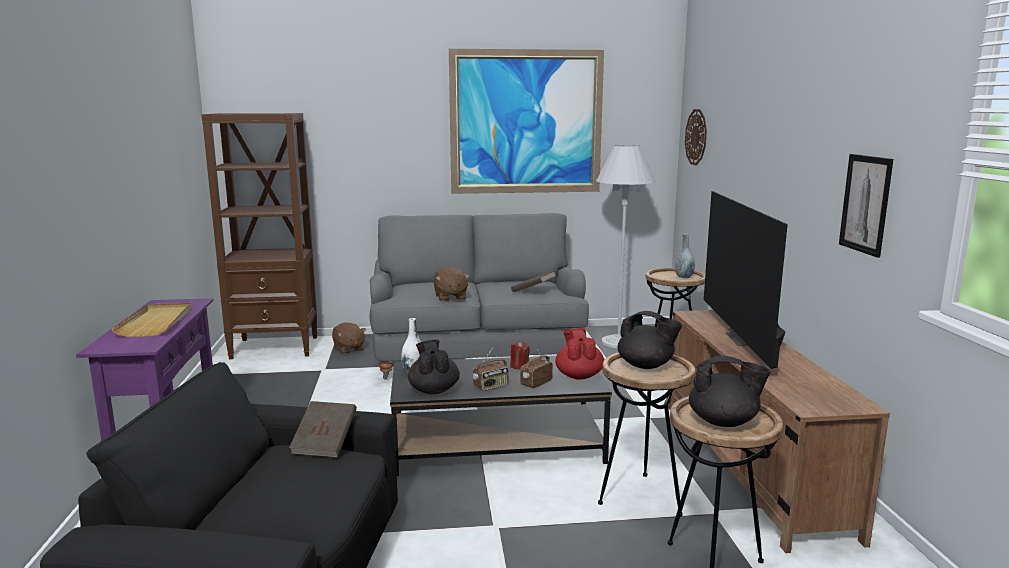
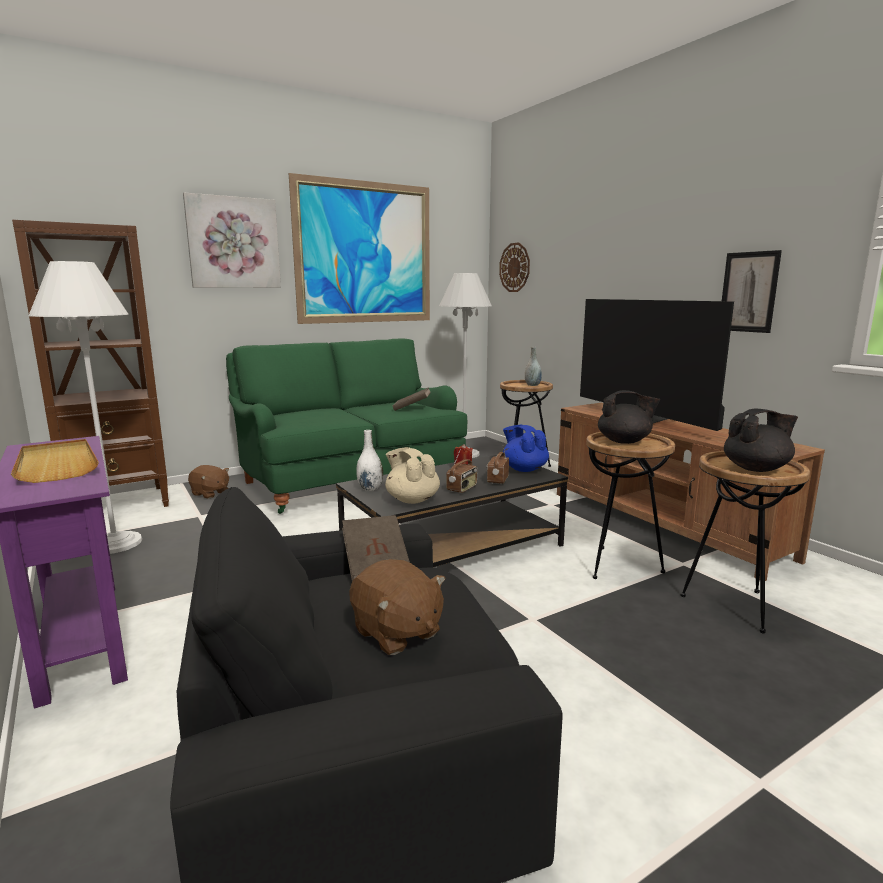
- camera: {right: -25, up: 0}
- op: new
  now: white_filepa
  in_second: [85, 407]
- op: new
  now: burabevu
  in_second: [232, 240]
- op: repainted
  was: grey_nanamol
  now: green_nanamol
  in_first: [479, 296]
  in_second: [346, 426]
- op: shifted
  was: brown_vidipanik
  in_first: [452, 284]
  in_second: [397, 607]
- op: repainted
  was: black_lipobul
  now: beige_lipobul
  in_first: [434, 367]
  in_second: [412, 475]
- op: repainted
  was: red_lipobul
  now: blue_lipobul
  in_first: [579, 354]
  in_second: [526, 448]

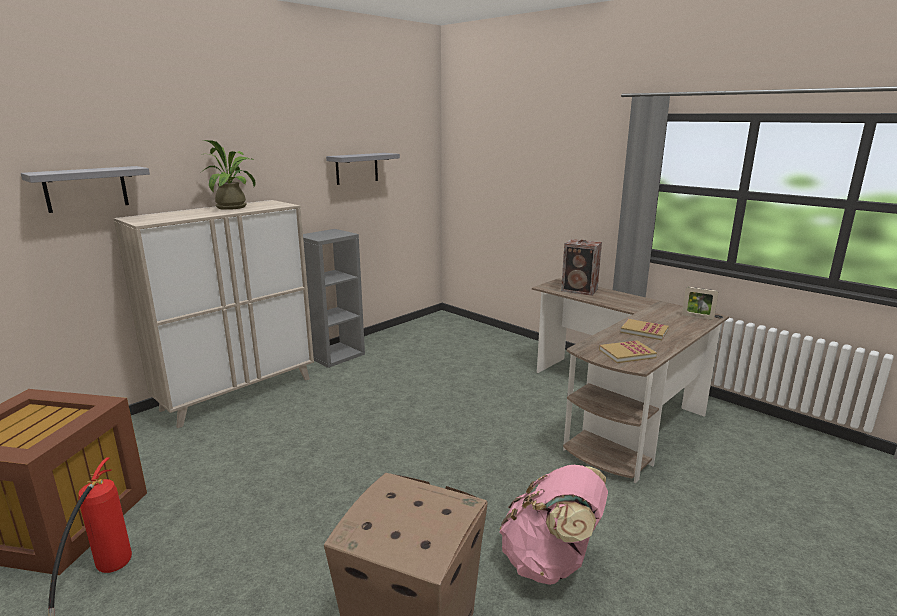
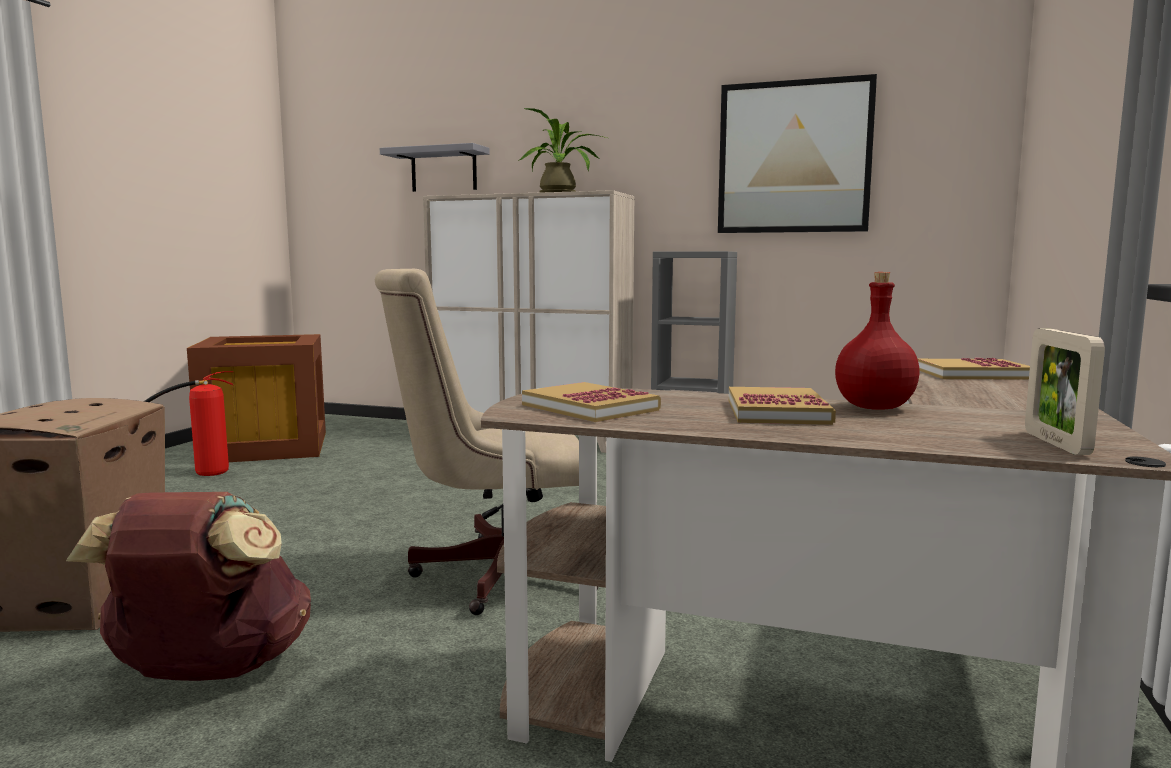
- camera: {right: 65, up: -10}
- op: repainted
  was: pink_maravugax
  now: brown_maravugax
  in_first: [553, 525]
  in_second: [188, 586]
- op: new
  now: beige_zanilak
  in_second: [486, 442]
- op: swapped
  was: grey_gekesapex
  now: burabevu
  in_first: [363, 169]
  in_second: [797, 153]
- op: new
  now: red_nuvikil
  in_second: [877, 340]
- op: swapped
  was: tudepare
  now: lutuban
  in_first: [581, 267]
  in_second: [974, 369]

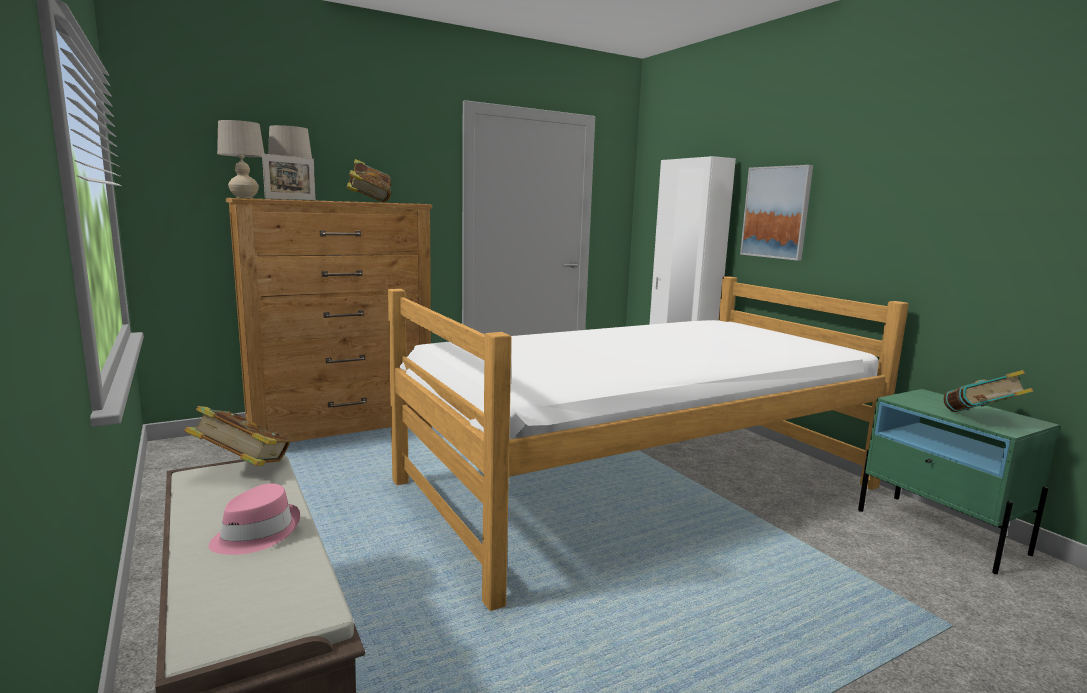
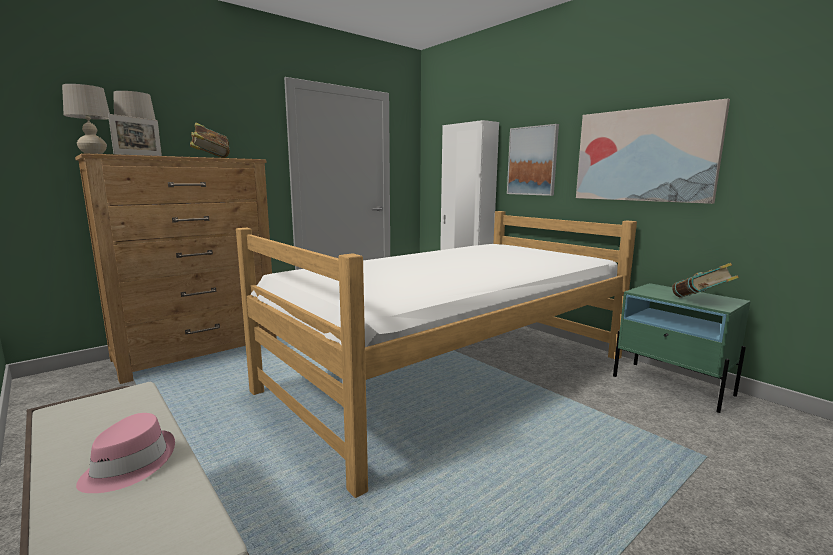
- camera: {right: -10, up: 0}
- op: new
  now: burabevu
  in_second: [653, 151]
- op: gone
  was: lutuban
  in_first: [237, 436]

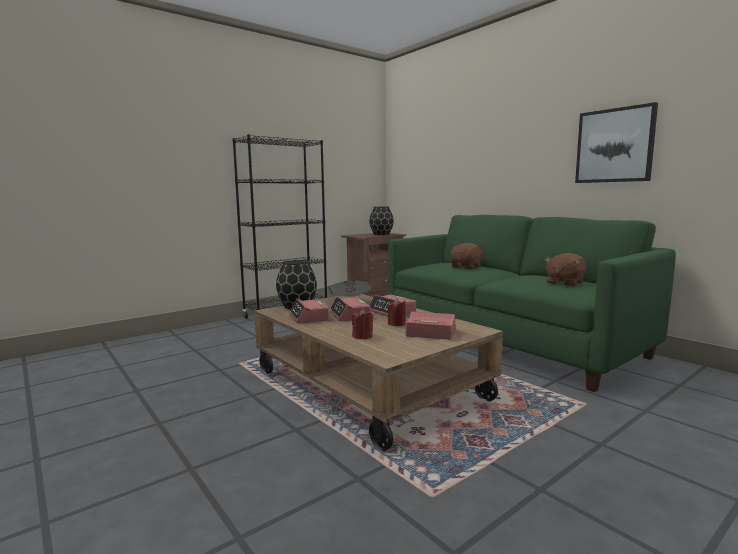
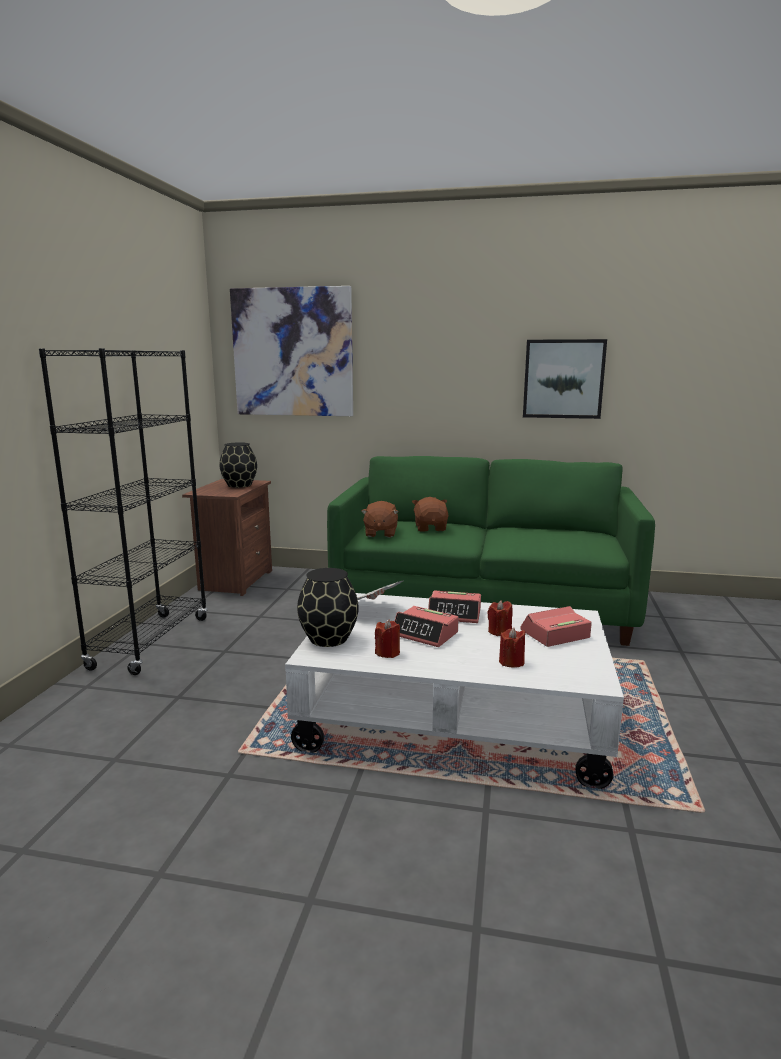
- camera: {right: -40, up: 5}
- op: new
  now: burabevu
  in_second: [291, 351]
- op: repainted
  was: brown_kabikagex
  now: white_kabikagex
  in_first: [378, 372]
  in_second: [454, 691]
- op: shifted
  was: brown_vidipanik
  in_first: [565, 270]
  in_second: [380, 519]
- op: swapped
  was: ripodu
  now: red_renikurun
  in_first: [309, 311]
  in_second: [387, 639]

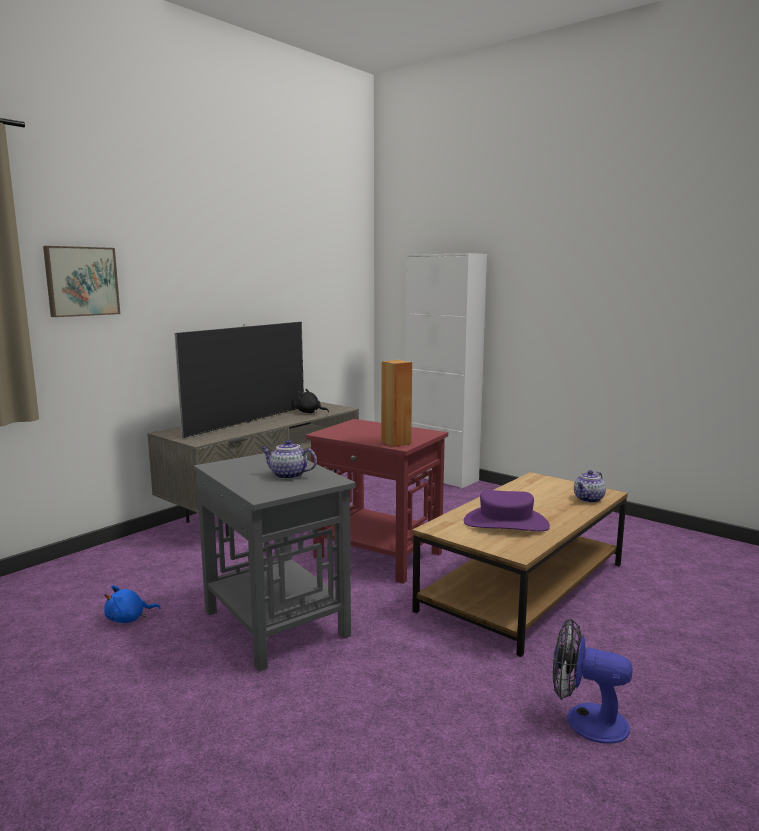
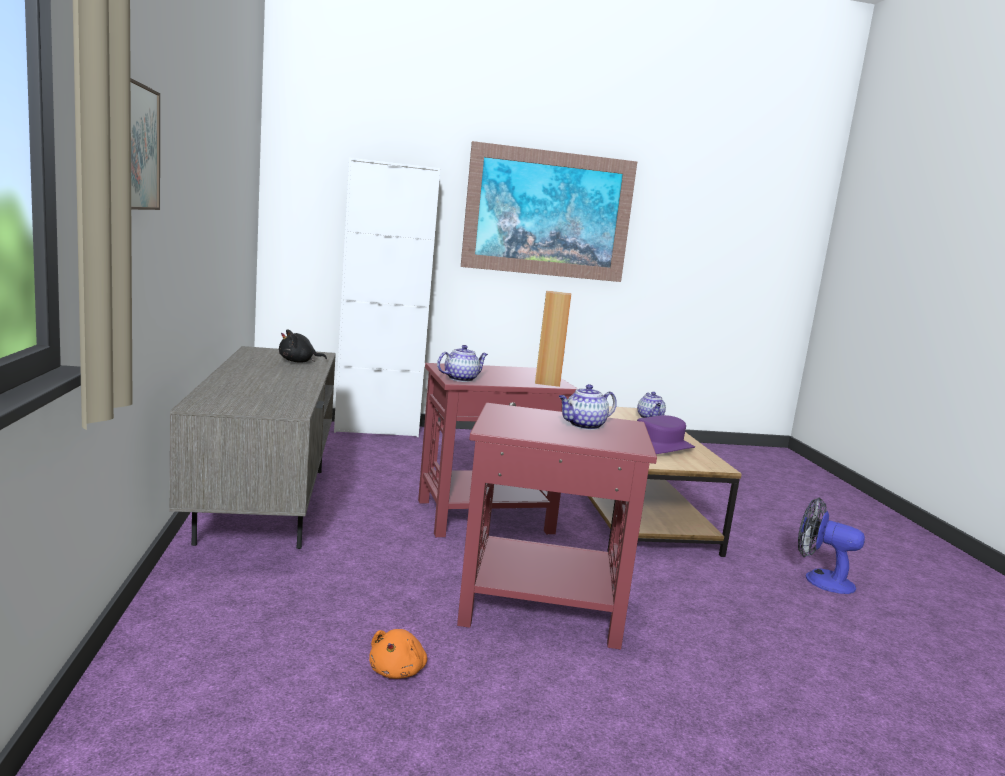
- camera: {right: -50, up: 0}
- op: repainted
  was: blue_vidipanik
  now: orange_vidipanik
  in_first: [132, 604]
  in_second: [398, 654]
- op: new
  now: lipobul
  in_second: [462, 363]
- op: repainted
  was: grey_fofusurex
  now: red_fofusurex
  in_first: [274, 562]
  in_second: [557, 526]
- op: new
  now: burabevu
  in_second: [549, 211]
- op: rotated
  was: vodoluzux
  in_first: [593, 681]
  in_second: [831, 545]
  clockwise: 60
- op: gone
  was: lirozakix
  in_first: [239, 380]

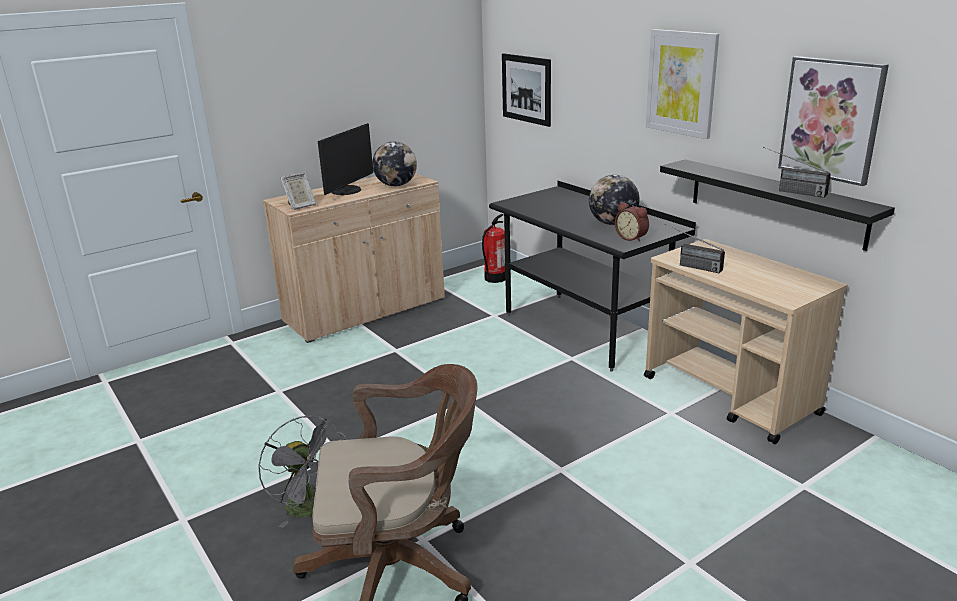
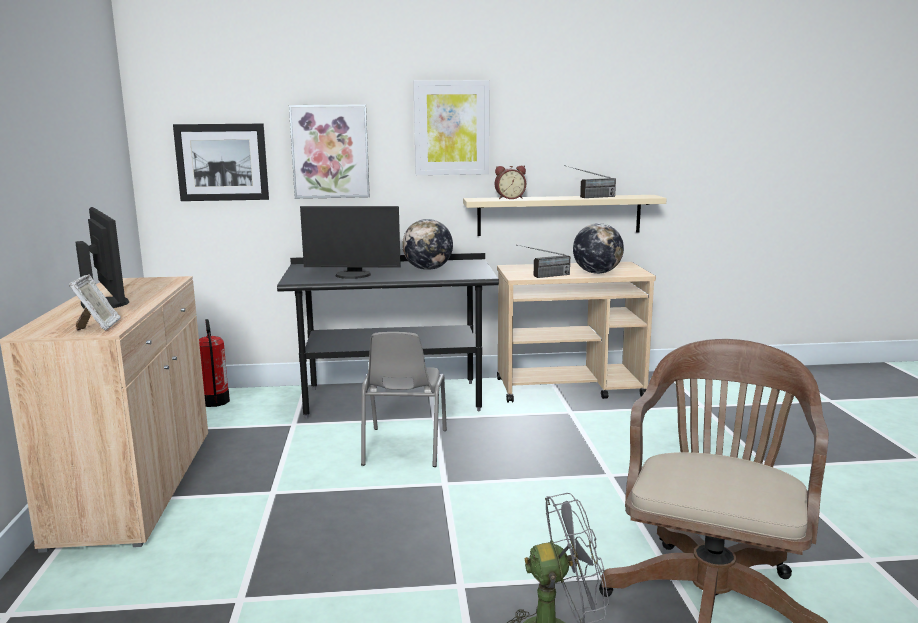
- camera: {right: -60, up: -10}
- op: shifted
  was: burabevu
  in_first: [833, 121]
  in_second: [329, 151]
- op: new
  now: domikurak
  in_second: [350, 242]
- op: new
  now: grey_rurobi
  in_second: [404, 399]
- op: repainted
  was: black_gekesapex
  now: beige_gekesapex
  in_first: [777, 205]
  in_second: [565, 215]
- op: shifted
  was: ripodu
  in_first: [632, 222]
  in_second: [510, 182]
- op: shifted
  was: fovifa
  in_first: [394, 163]
  in_second: [598, 248]

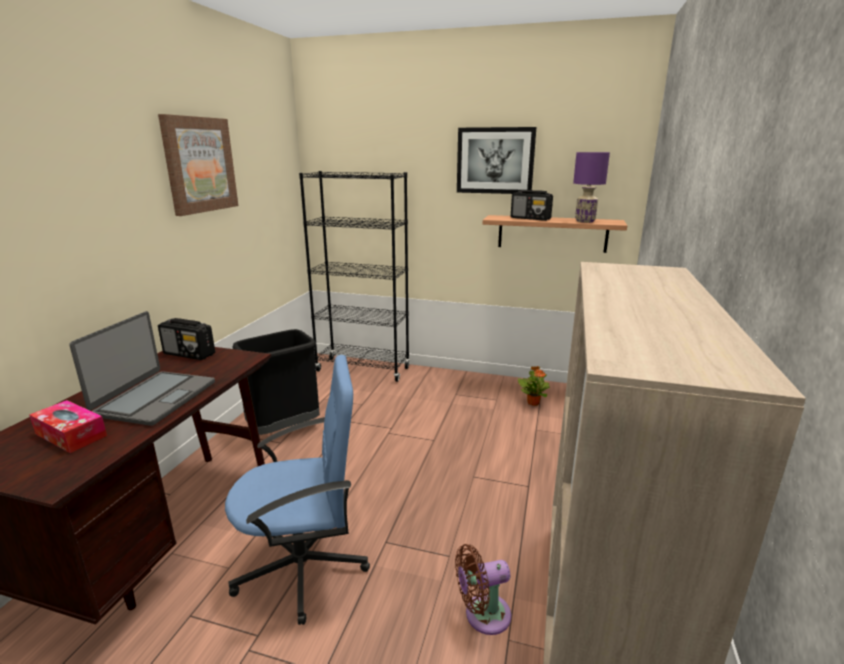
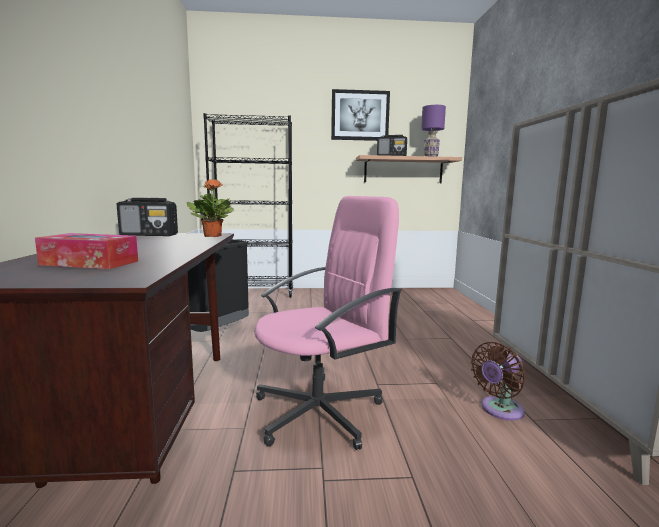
- camera: {right: -20, up: -10}
- op: shifted
  was: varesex
  in_first: [534, 386]
  in_second: [210, 208]
- op: repainted
  was: blue_zanilak
  now: pink_zanilak
  in_first: [297, 490]
  in_second: [328, 323]
- op: gone
  was: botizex
  in_first: [142, 368]
- op: gone
  was: burabevu
  in_first: [198, 165]

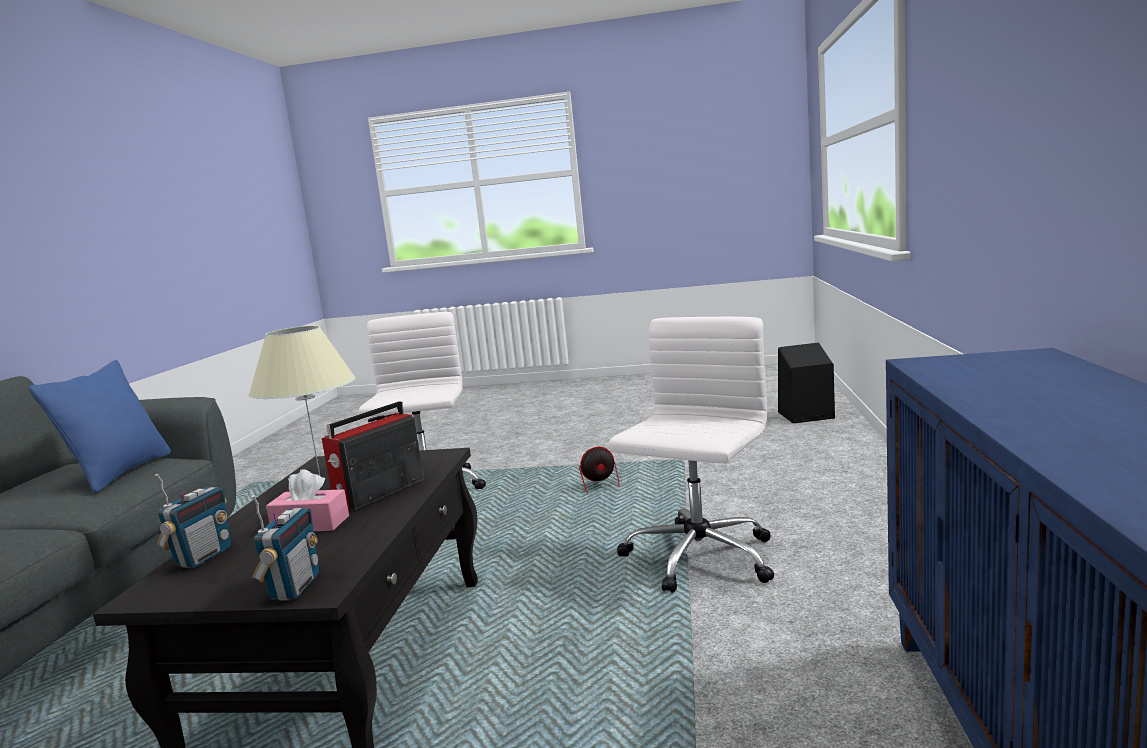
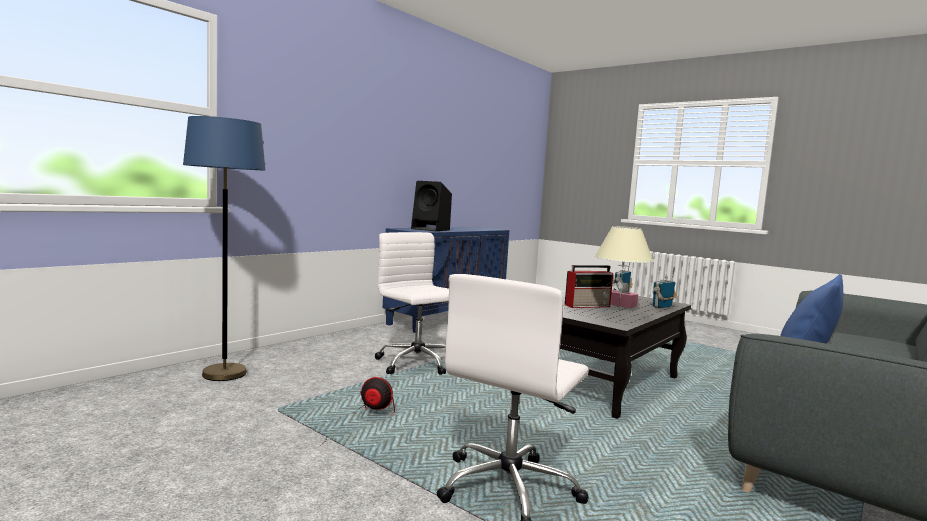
- camera: {right: -150, up: -5}
- op: new
  now: blue_filepa
  in_second: [224, 248]
- op: rotated
  was: white_zanilak
  in_first: [691, 455]
  in_second: [412, 303]
  clockwise: 75
- op: shifted
  was: black_tudepare
  in_first: [806, 383]
  in_second: [431, 206]

